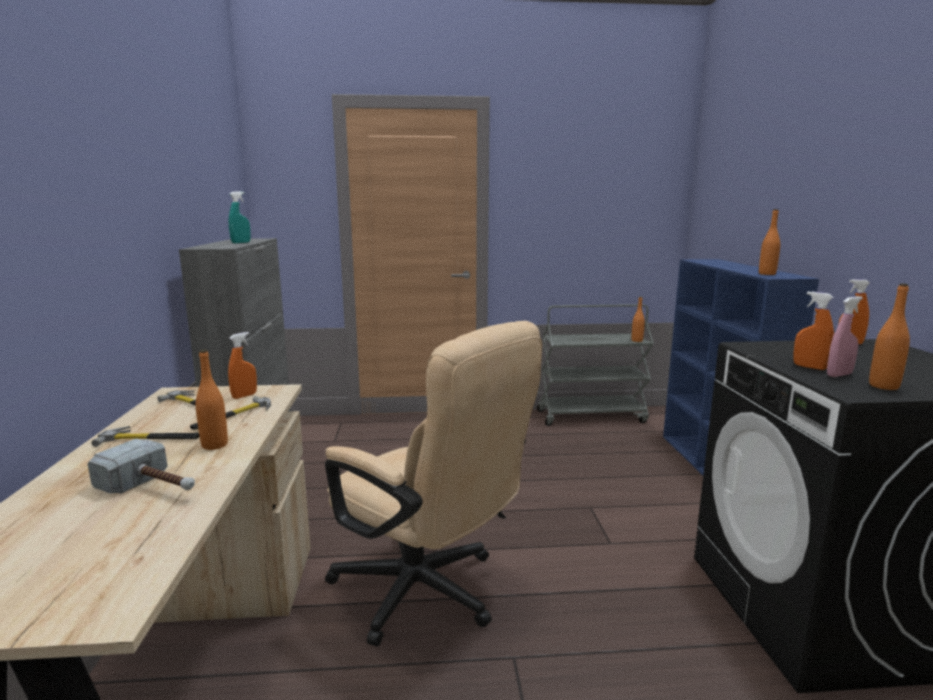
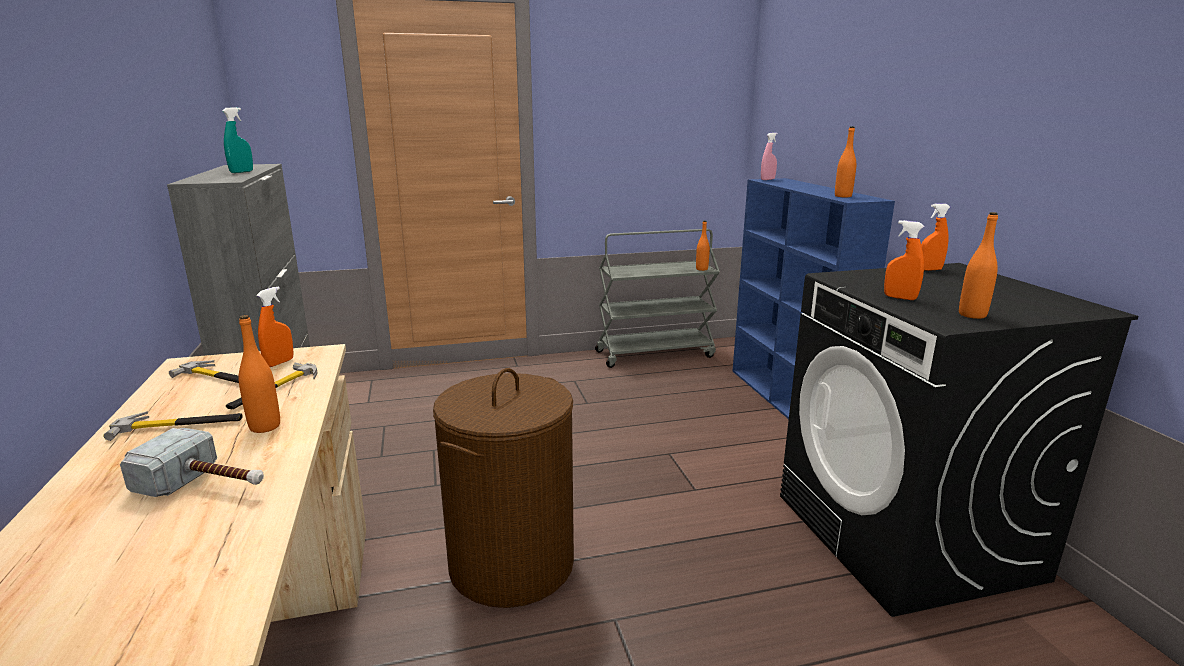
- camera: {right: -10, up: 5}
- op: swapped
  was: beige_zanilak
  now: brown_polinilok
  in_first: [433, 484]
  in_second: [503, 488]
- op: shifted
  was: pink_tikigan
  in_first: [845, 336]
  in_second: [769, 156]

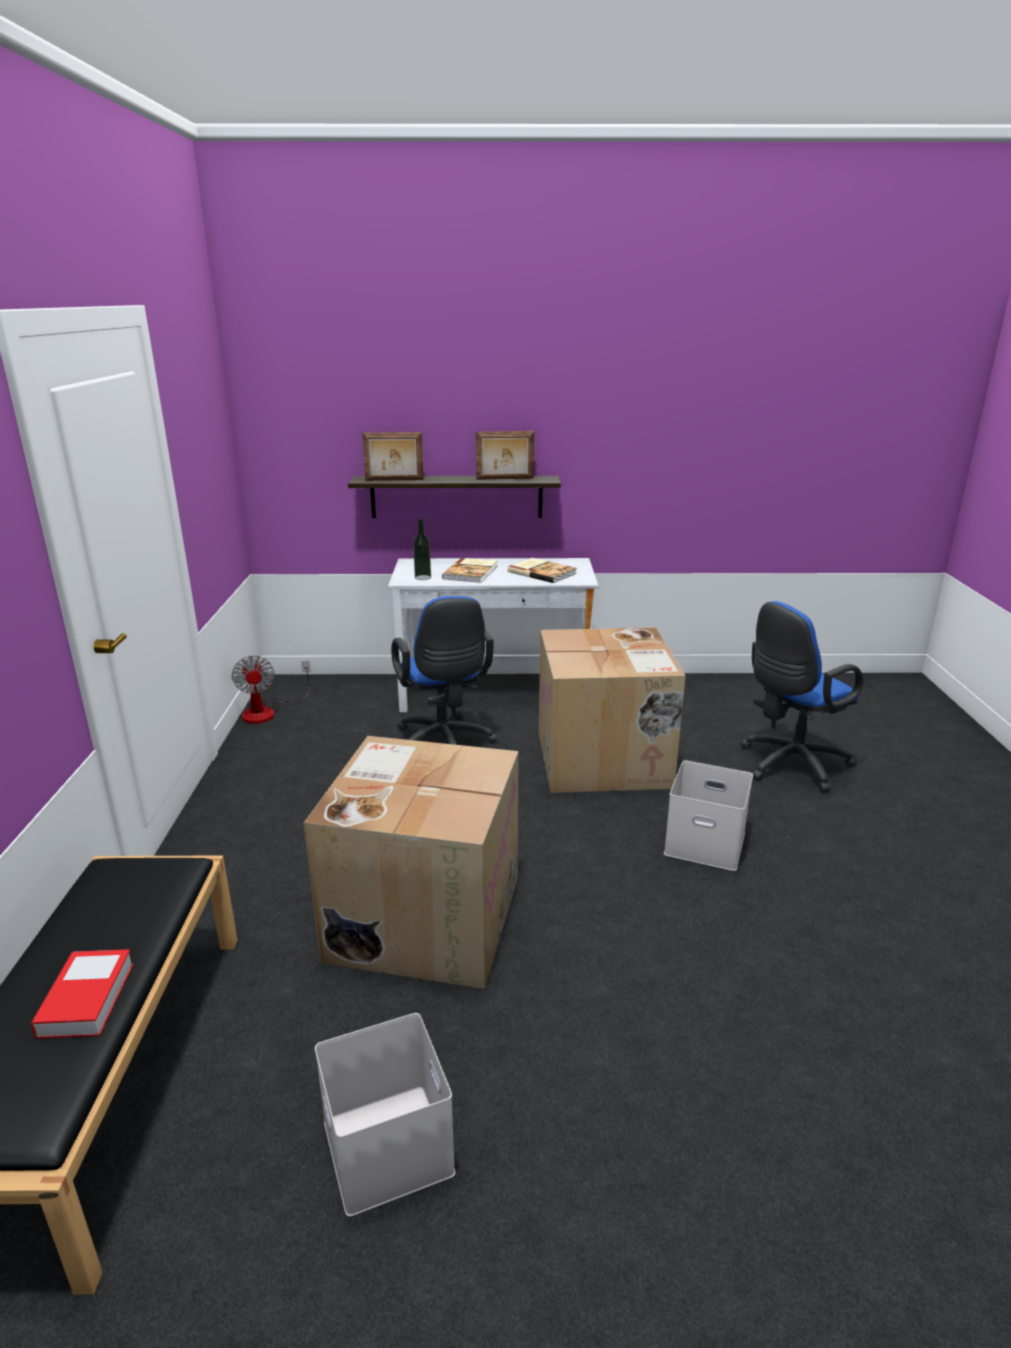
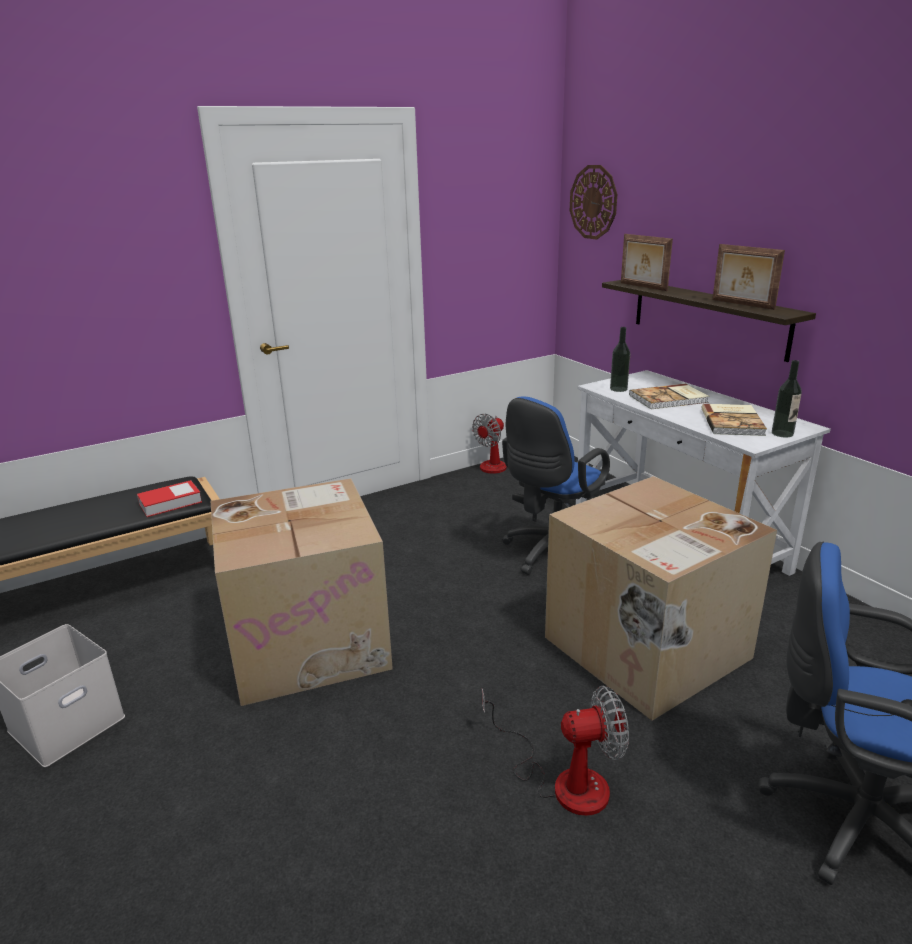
- camera: {right: 60, up: 0}
- op: shifted
  was: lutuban
  in_first: [82, 994]
  in_second: [169, 498]
- op: swapped
  was: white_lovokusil
  now: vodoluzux
  in_first: [708, 815]
  in_second: [555, 751]
- op: new
  now: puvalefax
  in_second: [593, 202]
- op: new
  now: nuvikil
  in_second: [787, 399]

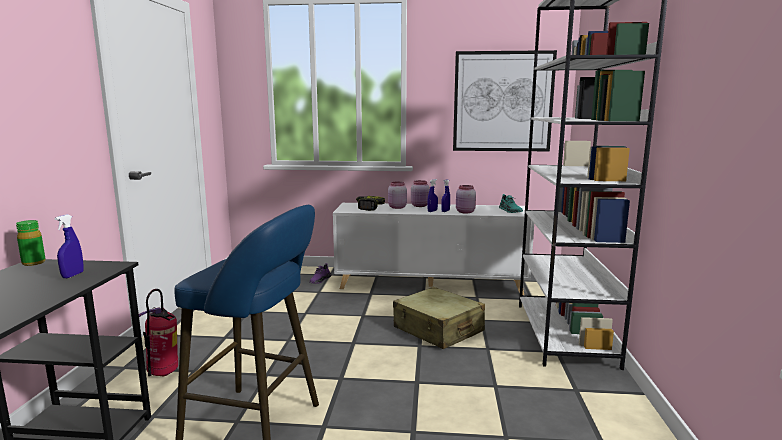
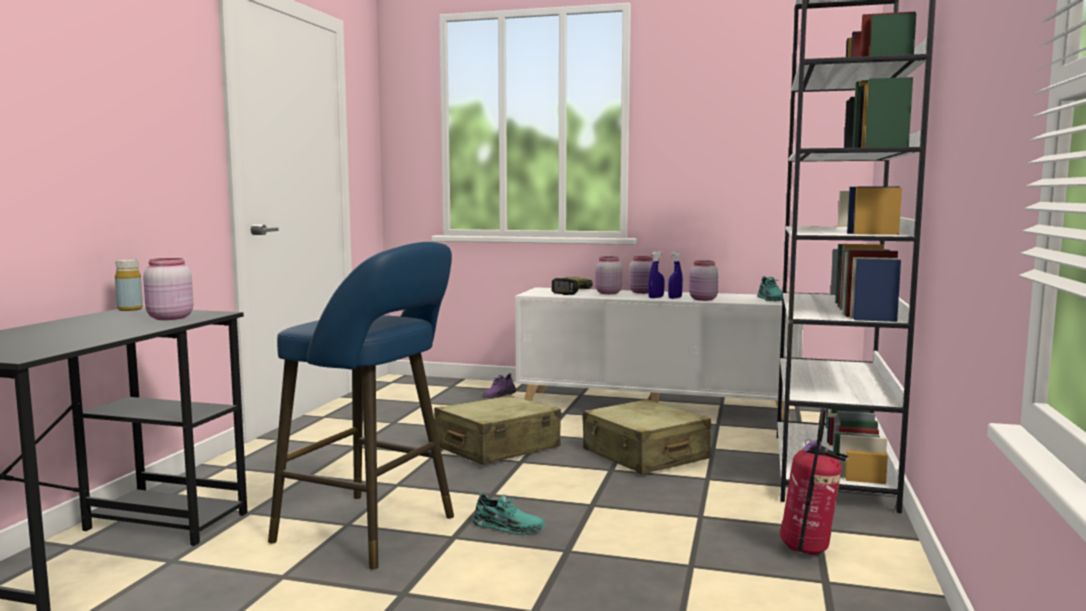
- camera: {right: 10, up: -5}
- op: repainted
  was: green_nuvikil
  now: yellow_nuvikil
  in_first: [31, 243]
  in_second: [129, 285]
- op: swapped
  was: blue_tikigan
  now: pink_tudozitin
  in_first: [69, 246]
  in_second: [168, 289]
- op: new
  now: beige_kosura
  in_second: [497, 430]
- op: new
  now: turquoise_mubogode
  in_second: [509, 513]
- op: shifted
  was: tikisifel
  in_first: [158, 332]
  in_second: [814, 481]
- op: gone
  was: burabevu
  in_first: [505, 100]

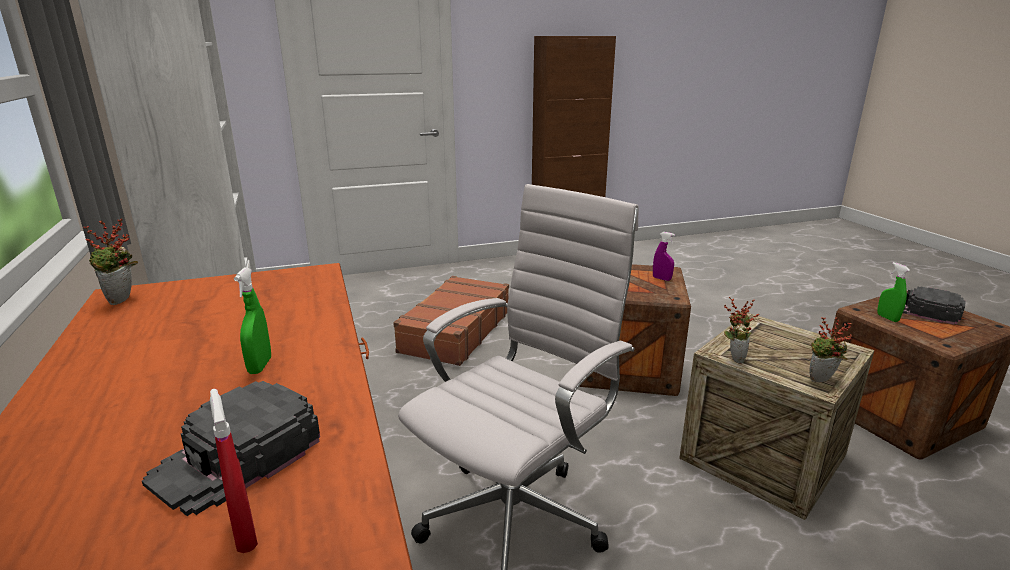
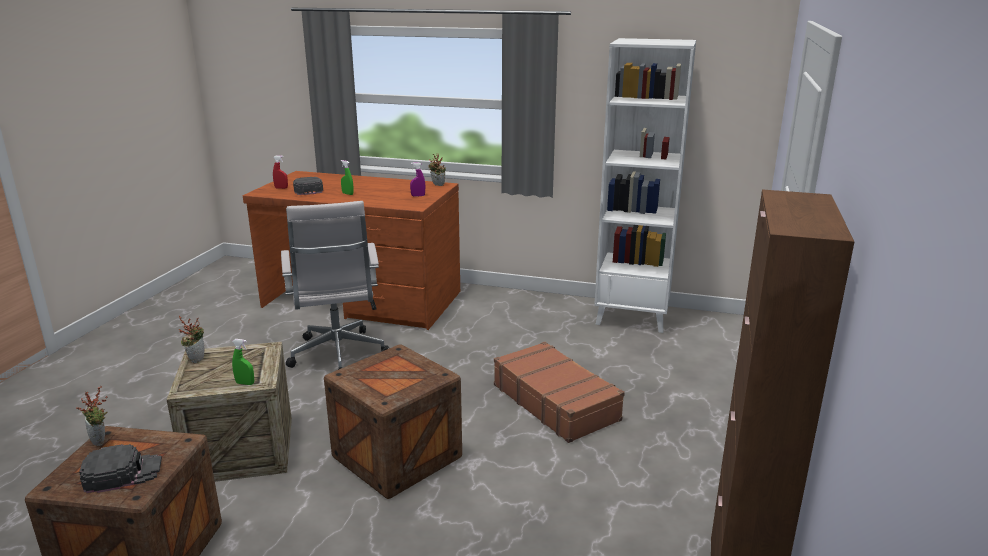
- camera: {right: 125, up: 0}
- op: shifted
  was: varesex
  in_first: [741, 330]
  in_second: [92, 416]
- op: shifted
  was: green_tikigan
  in_first: [893, 292]
  in_second: [243, 362]
- op: shifted
  was: purple_tikigan
  in_first: [664, 256]
  in_second: [417, 179]

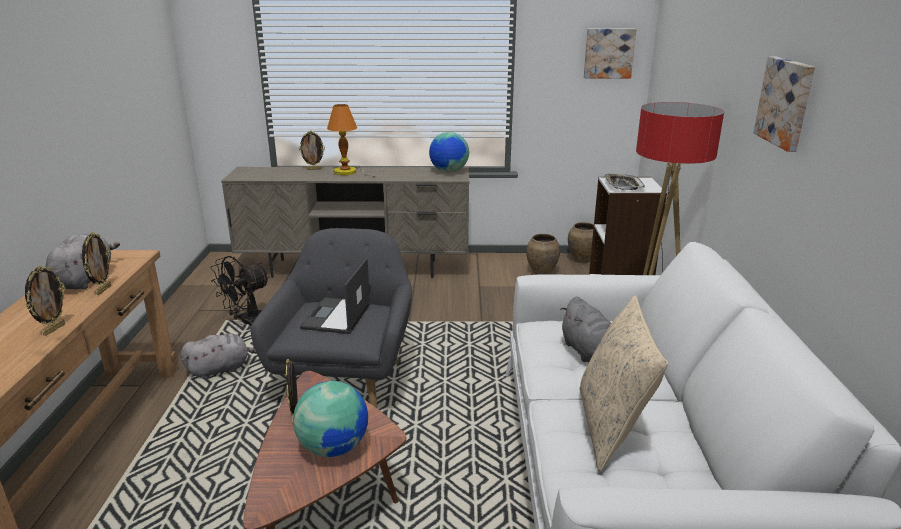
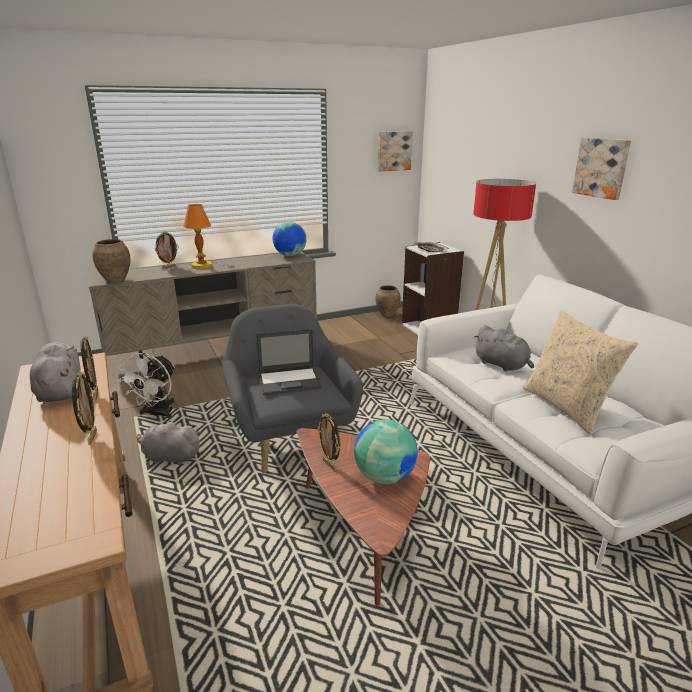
- camera: {right: -25, up: 0}
- op: shifted
  was: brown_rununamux
  in_first: [543, 254]
  in_second: [111, 261]
- op: repainted
  was: black_vodoluzux
  now: white_vodoluzux
  in_first: [240, 290]
  in_second: [146, 386]
- op: rotated
  was: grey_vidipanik
  in_first: [218, 356]
  in_second: [169, 443]
  clockwise: -120
- op: rotated
  was: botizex
  in_first: [335, 296]
  in_second: [289, 362]
  clockwise: -90

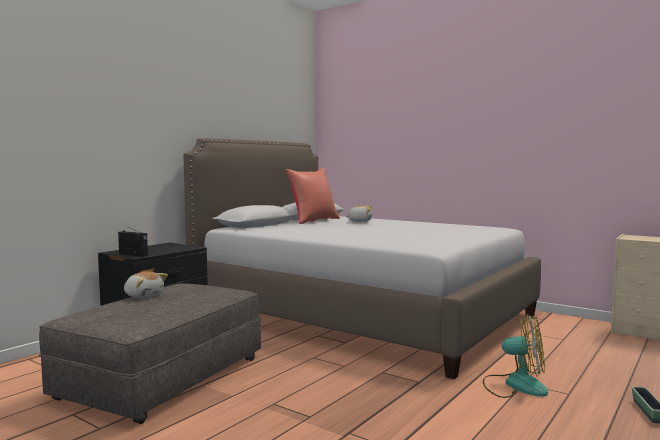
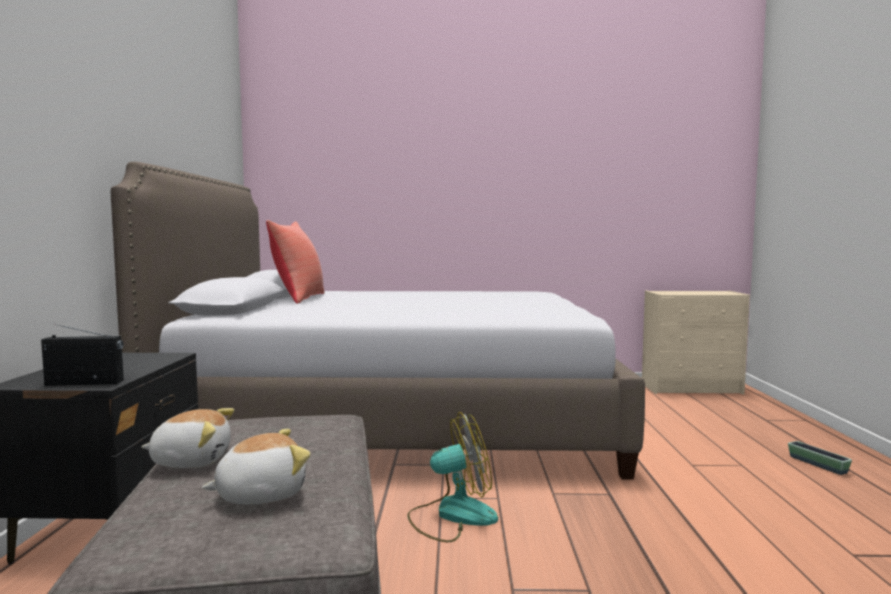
- camera: {right: -35, up: 0}
- op: shifted
  was: vidipanik
  in_first: [358, 213]
  in_second: [255, 467]
- op: shifted
  was: vodoluzux
  in_first: [515, 356]
  in_second: [452, 477]

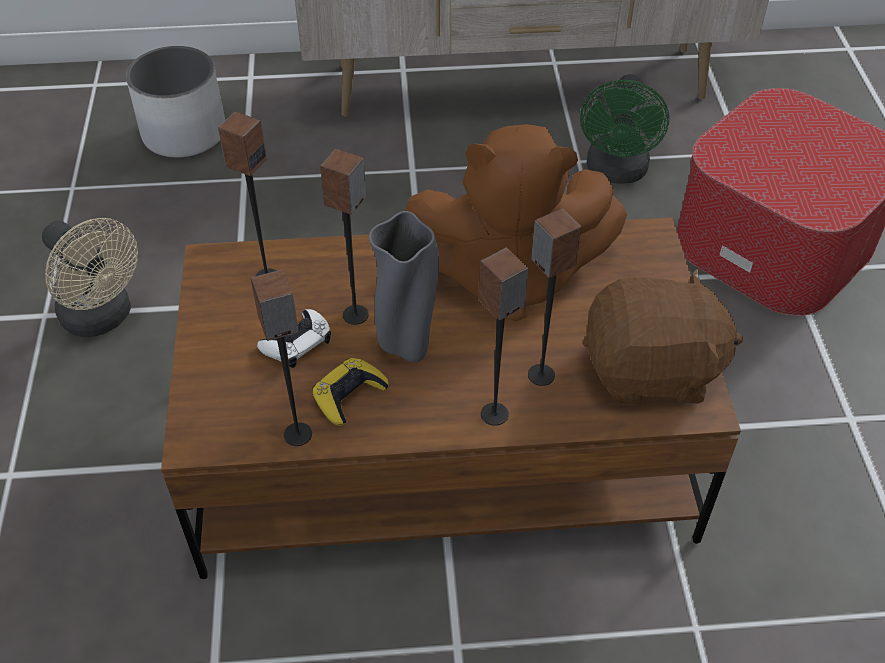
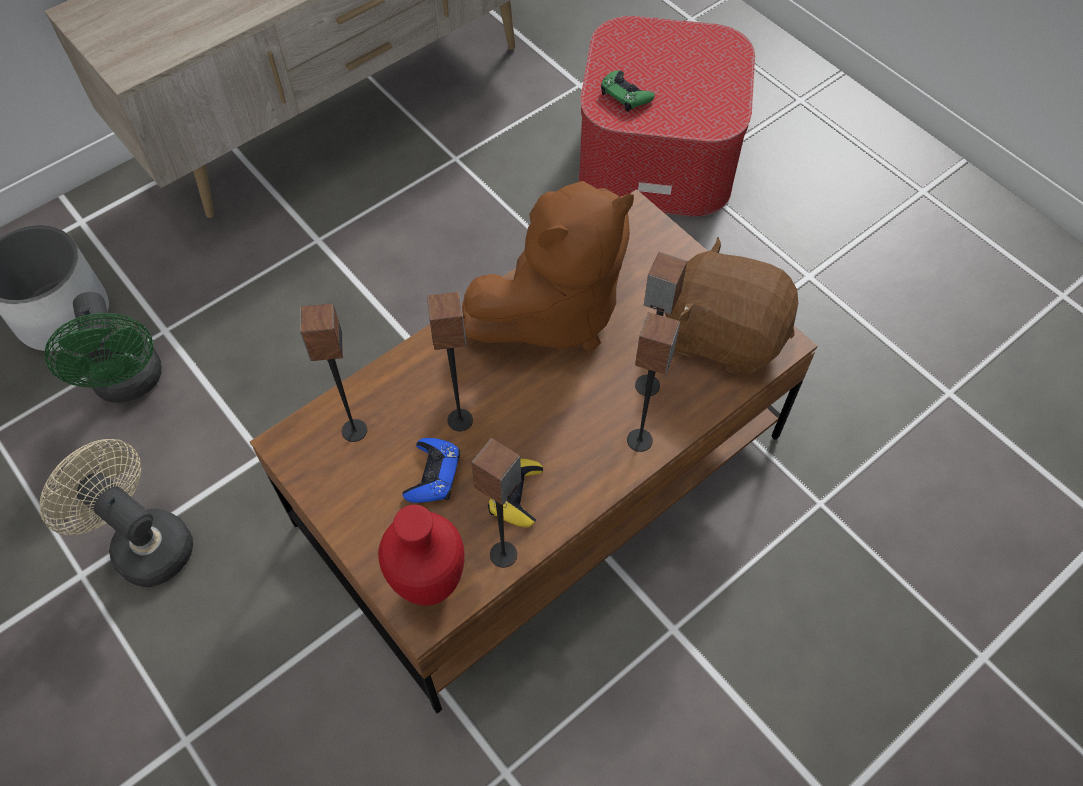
- camera: {right: -35, up: 10}
- op: rotated
  was: beige_vodoluzux
  in_first: [90, 277]
  in_second: [116, 513]
  clockwise: -150
- op: shifted
  was: green_vodoluzux
  in_first: [625, 129]
  in_second: [103, 347]
- op: new
  now: red_rununamux
  in_second: [421, 555]
- op: repainted
  was: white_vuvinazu
  now: blue_vuvinazu
  in_first: [294, 338]
  in_second: [431, 470]
- op: new
  now: green_vuvinazu
  in_second: [628, 91]
- op: rotated
  was: brown_vidipanik
  in_first: [663, 336]
  in_second: [731, 306]
  clockwise: -120
- op: gone
  was: grey_rununamux
  in_first: [404, 286]

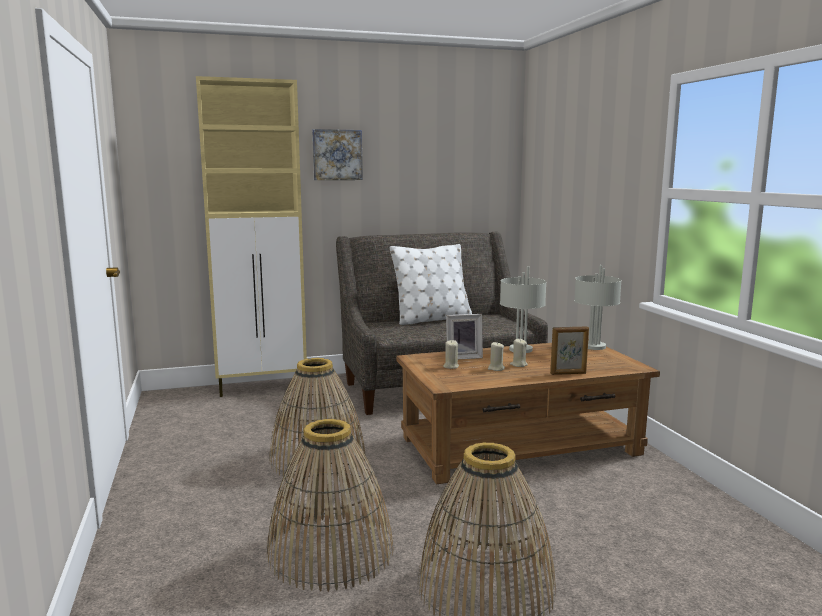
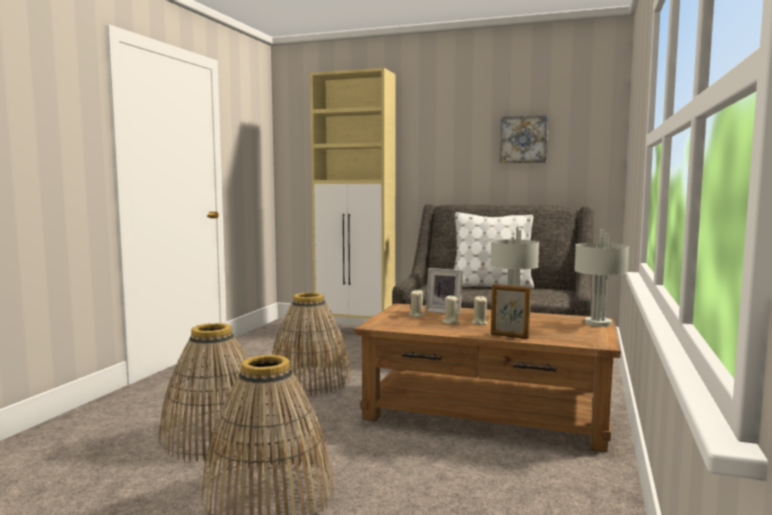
- camera: {right: 35, up: -5}
- op: shifted
  was: burabevu
  in_first: [337, 154]
  in_second: [524, 139]

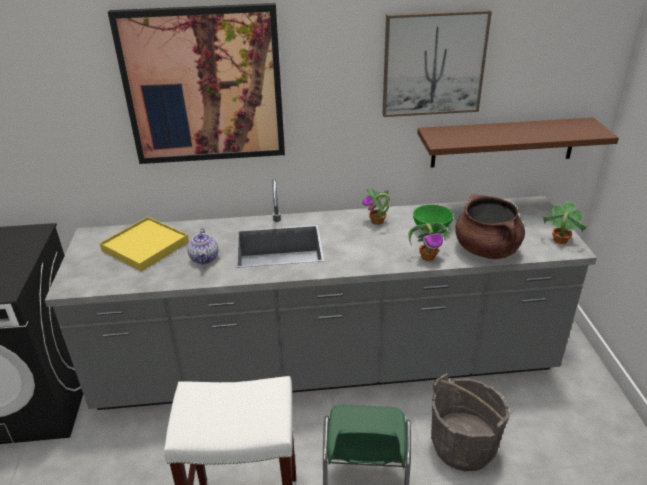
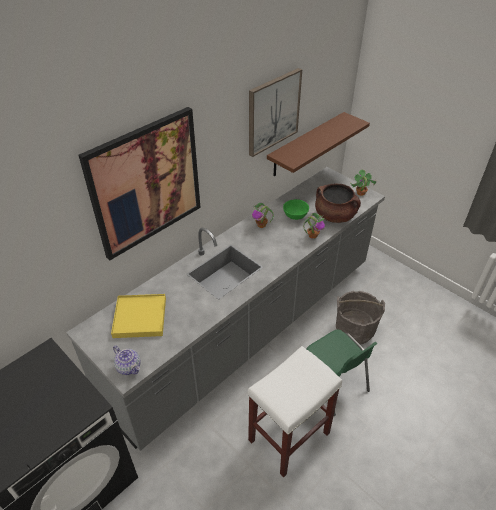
- camera: {right: -40, up: 10}
- op: shifted
  was: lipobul
  in_first: [202, 246]
  in_second: [126, 360]

